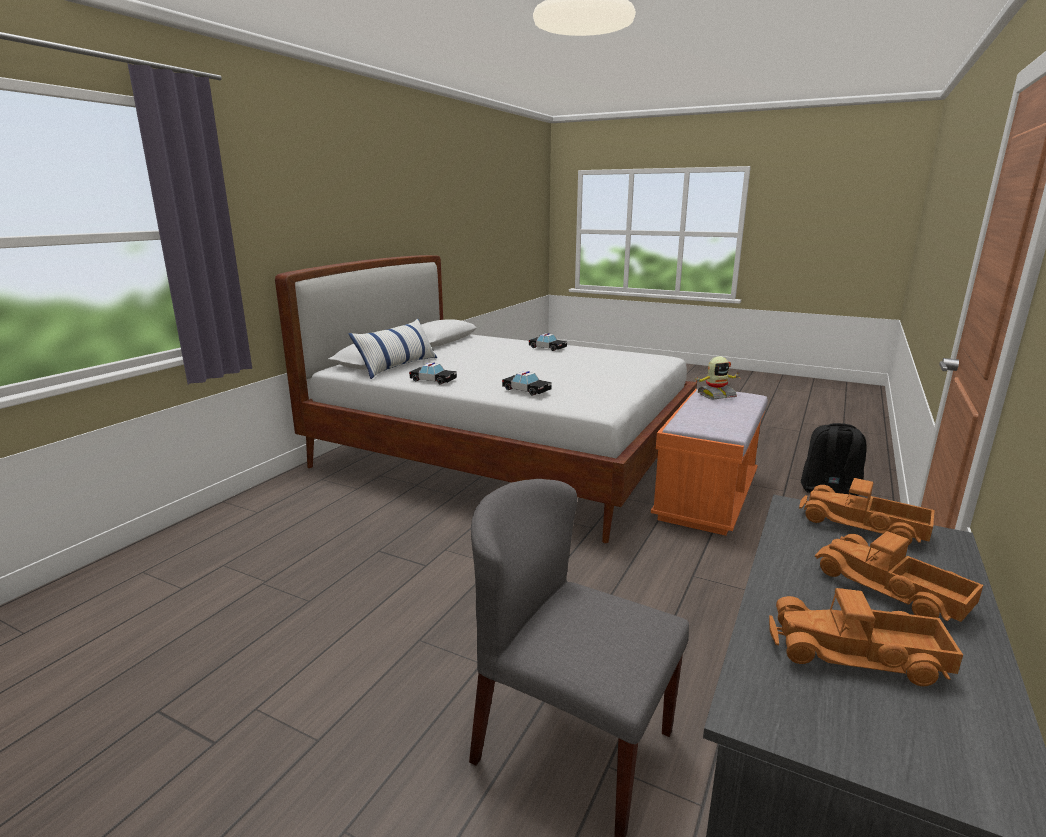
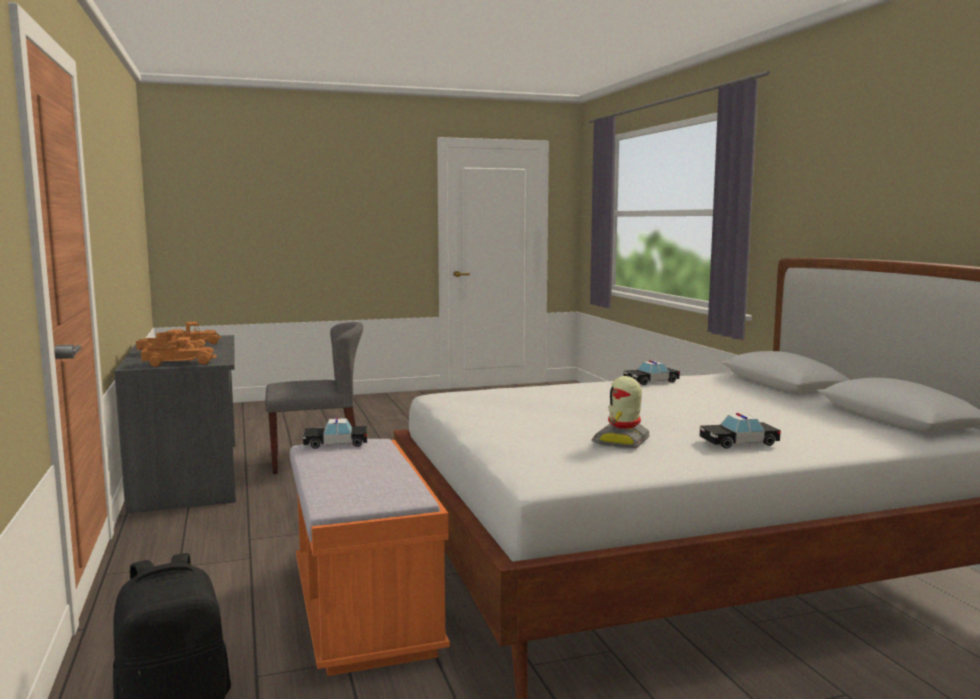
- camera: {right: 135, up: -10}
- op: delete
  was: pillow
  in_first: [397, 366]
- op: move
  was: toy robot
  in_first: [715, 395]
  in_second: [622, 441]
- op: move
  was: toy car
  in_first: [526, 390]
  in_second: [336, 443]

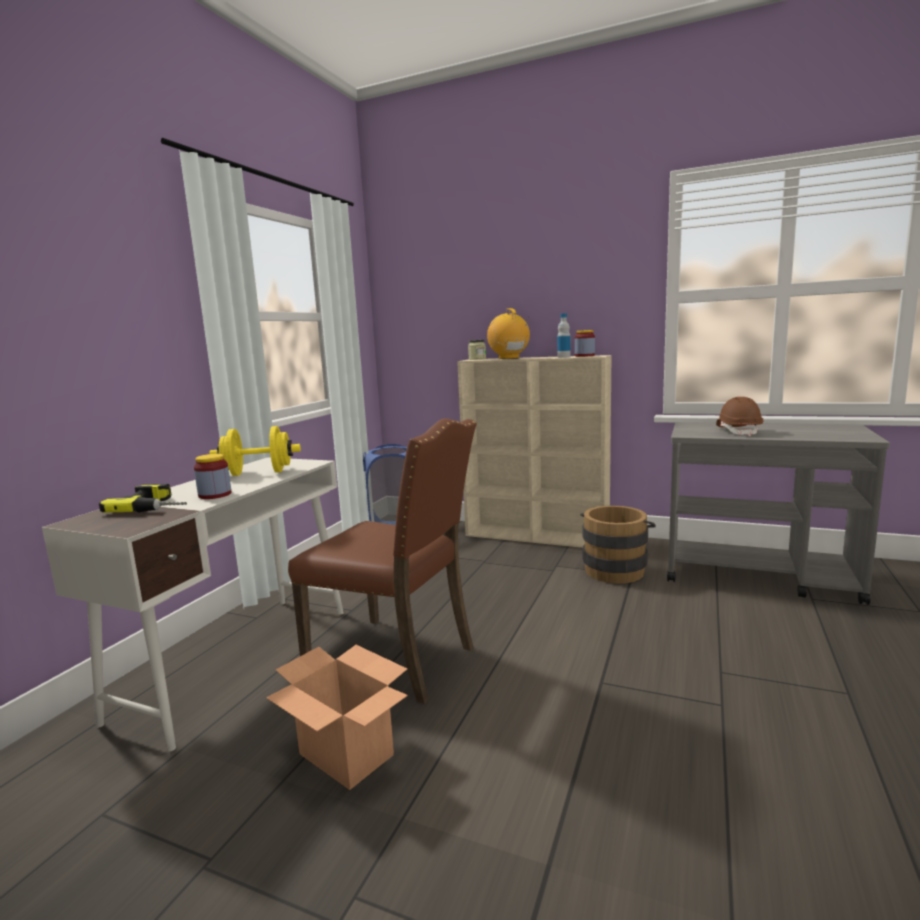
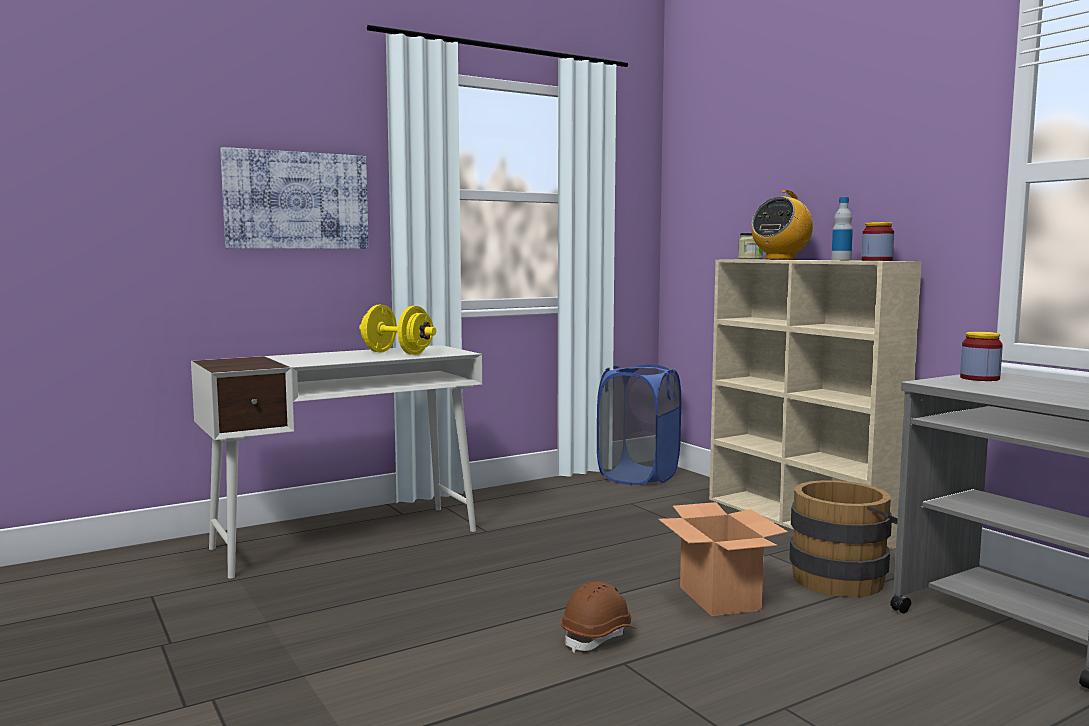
- camera: {right: 35, up: -5}
- op: rotate
  was: radio
  in_first: [509, 358]
  in_second: [780, 259]
  clockwise: -150
- op: move
  was: hard hat (brown)
  in_first: [738, 431]
  in_second: [599, 637]
- op: delete
  was: chair (brown)
  in_first: [396, 659]
- op: move
  was: jar
  in_first: [215, 495]
  in_second: [979, 378]
- op: delete
  was: power drill
  in_first: [158, 506]
- op: move
  was: cardboard box
  in_first: [347, 754]
  in_second: [720, 599]
- op: insert
  now: picture
  in_second: [296, 200]

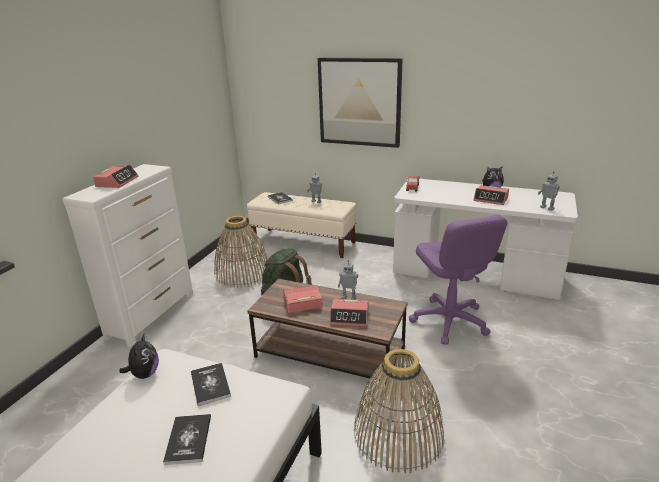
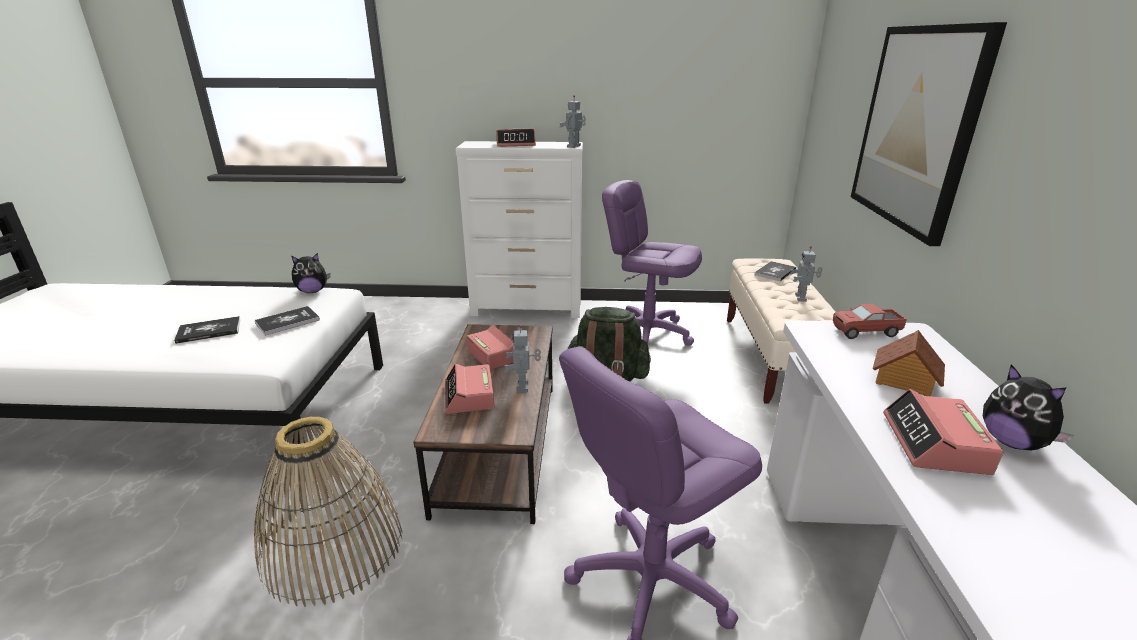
- camera: {right: 70, up: 0}
- op: move
  was: toy robot
  in_first: [547, 208]
  in_second: [574, 146]
- op: replace
  was: basket
  now: office chair (purple)
  in_first: [242, 273]
  in_second: [647, 334]
- op: insert
  now: toy house
  in_second: [903, 380]

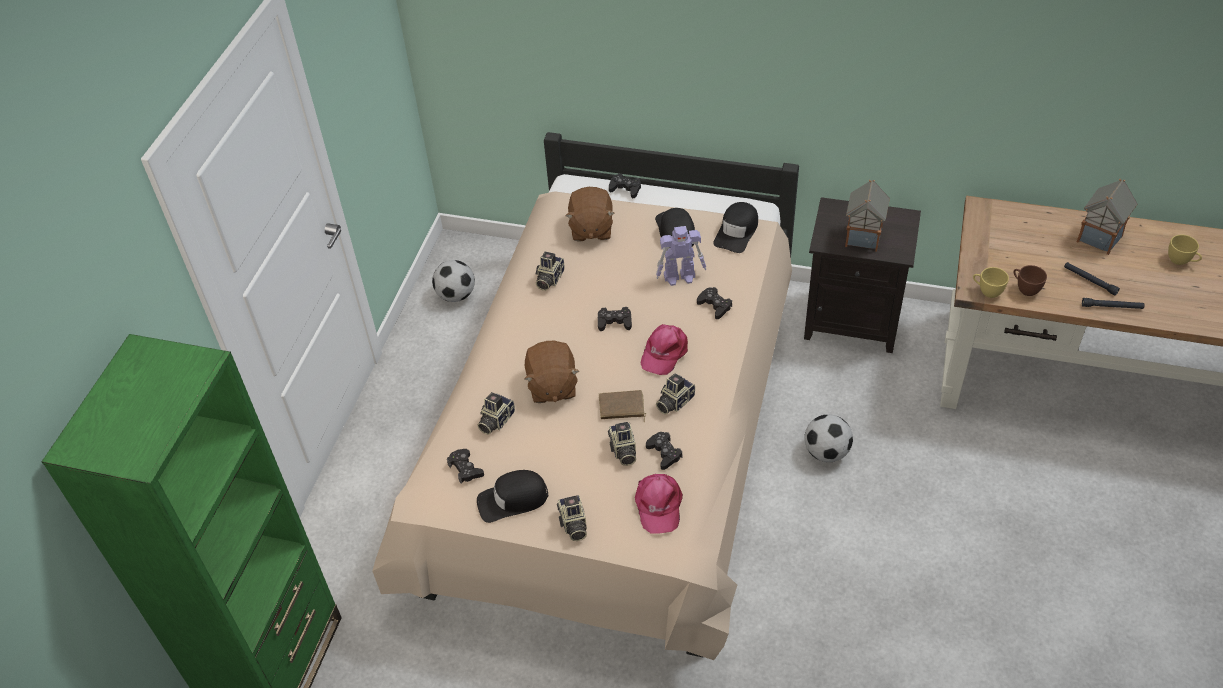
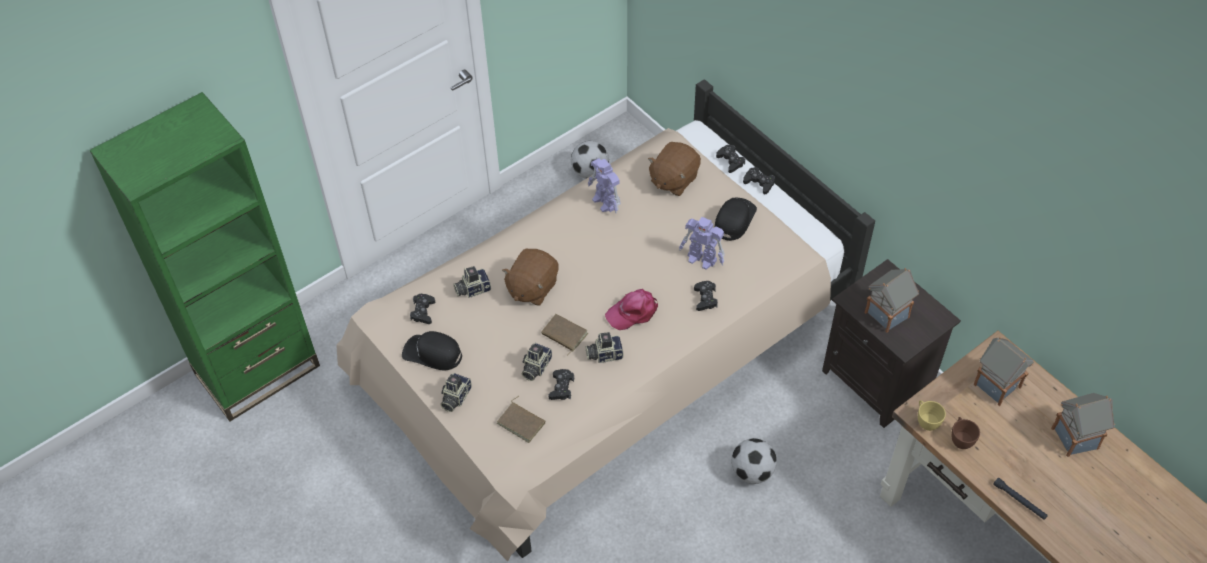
- camera: {right: 35, up: 5}
- op: delete
  was: cap (black)
  in_first: [737, 232]
- op: delete
  was: cup (yellow)
  in_first: [1181, 261]
- op: replace
  was: photo camera
  now: toy robot
  in_first: [548, 279]
  in_second: [605, 202]
- op: delete
  was: flashlight (black)
  in_first: [1090, 281]
- op: move
  was: game controller (black)
  in_first: [614, 322]
  in_second: [759, 183]
- op: replace
  was: cap (pink)
  now: book (brown)
  in_first: [658, 505]
  in_second: [522, 422]
- op: insert
  now: toy house
  in_second: [996, 385]

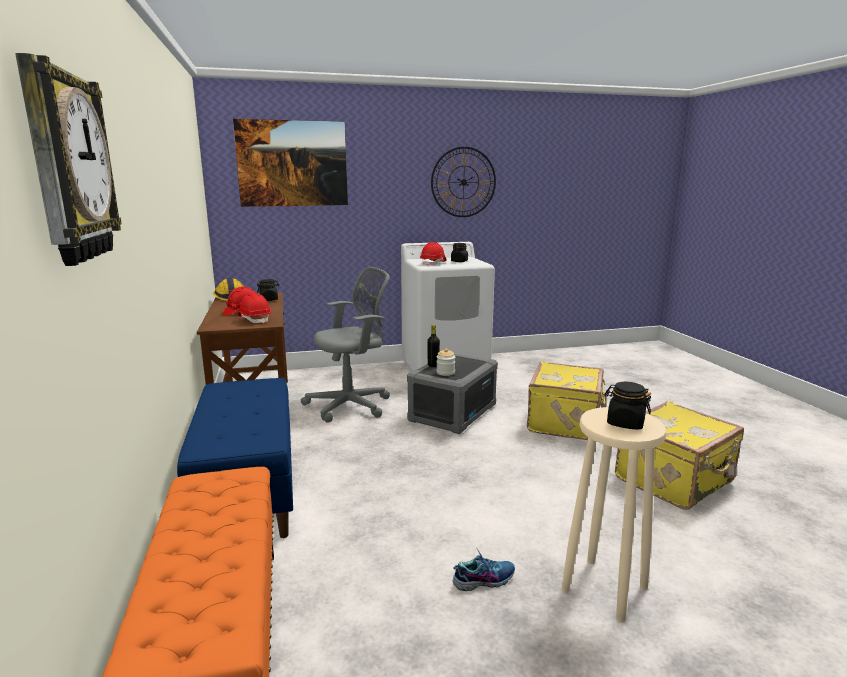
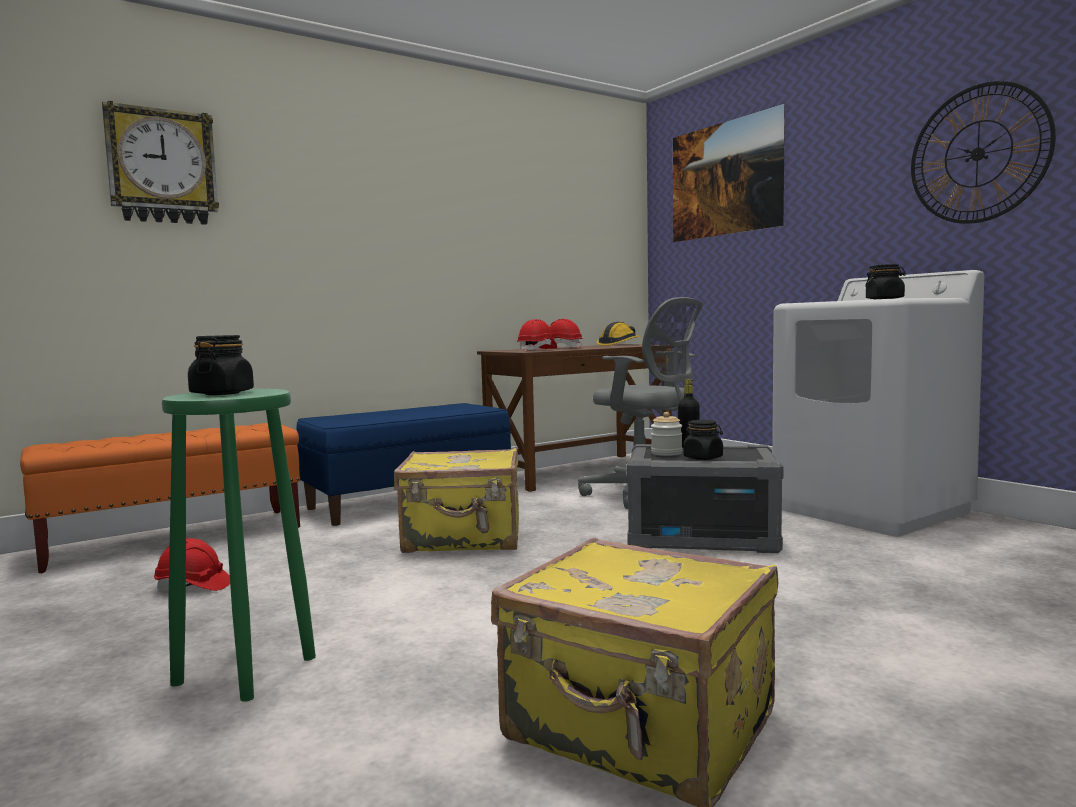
- camera: {right: 70, up: -10}
- op: move
  was: hard hat (red)
  in_first: [433, 263]
  in_second: [193, 586]
- op: move
  was: jar (black)
  in_first: [269, 299]
  in_second: [703, 458]
- op: move
  was: suitcase (yellow)
  in_first: [565, 422]
  in_second: [464, 539]
- op: recolor
  was: stool (beige)
  now: stool (green)
  in_first: [603, 588]
  in_second: [247, 669]
- op: delete
  was: shoe
  in_first: [483, 579]

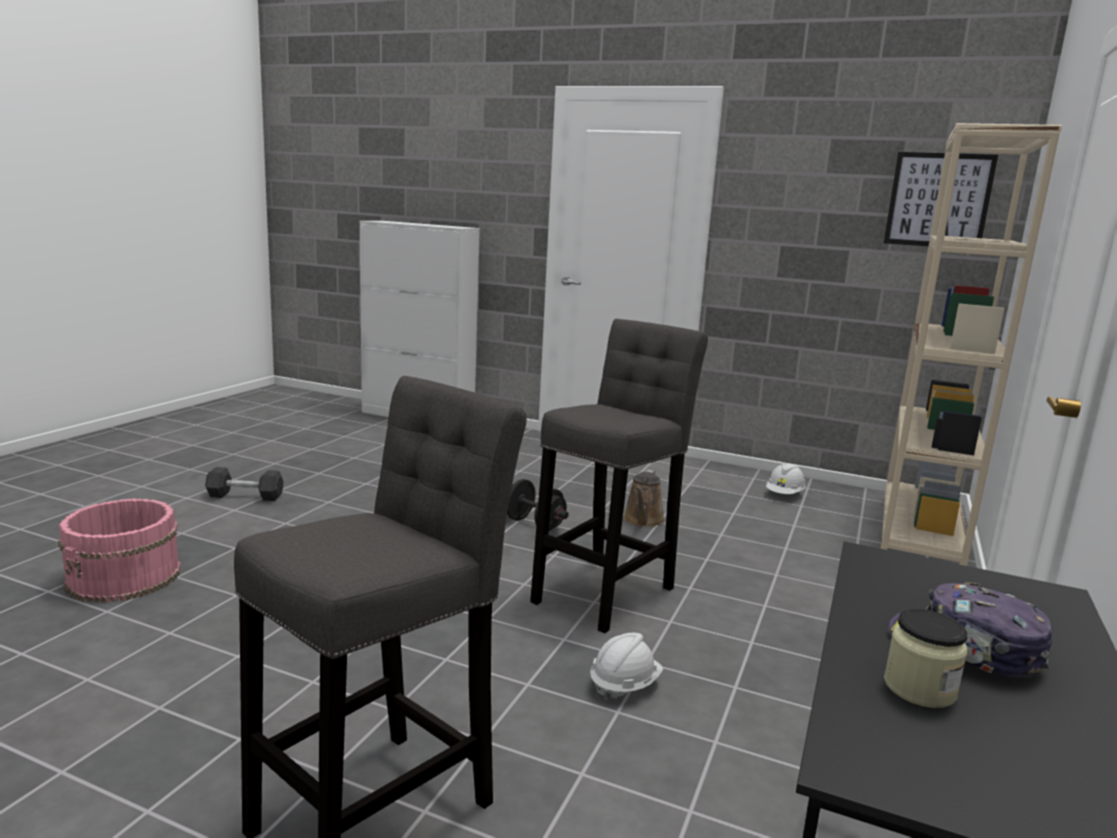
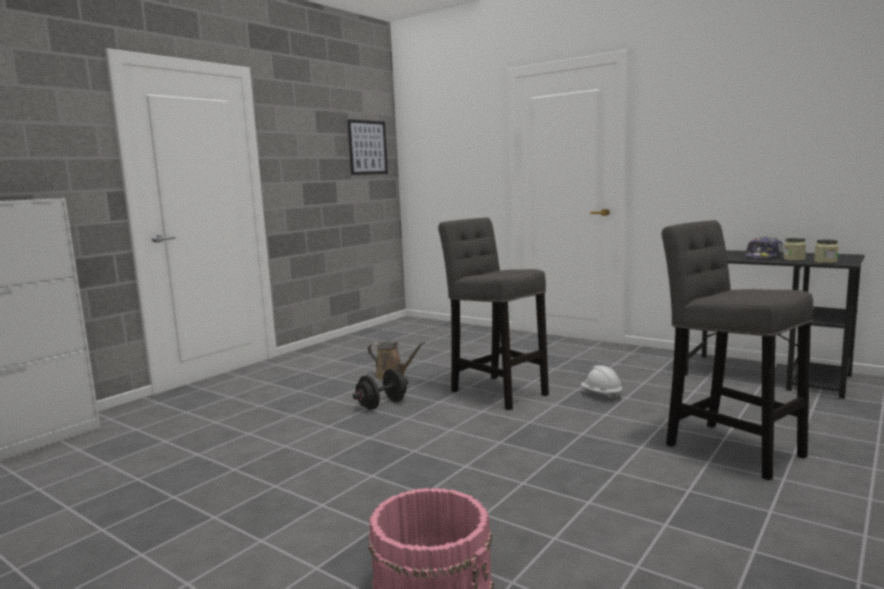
- camera: {right: -75, up: -5}
- op: delete
  was: bookcase (beige)
  in_first: [920, 532]
- op: delete
  was: hard hat (white)
  in_first: [784, 494]
- op: delete
  was: dumbbell (grey)
  in_first: [245, 496]
- op: insert
  now: jar
  in_second: [825, 261]

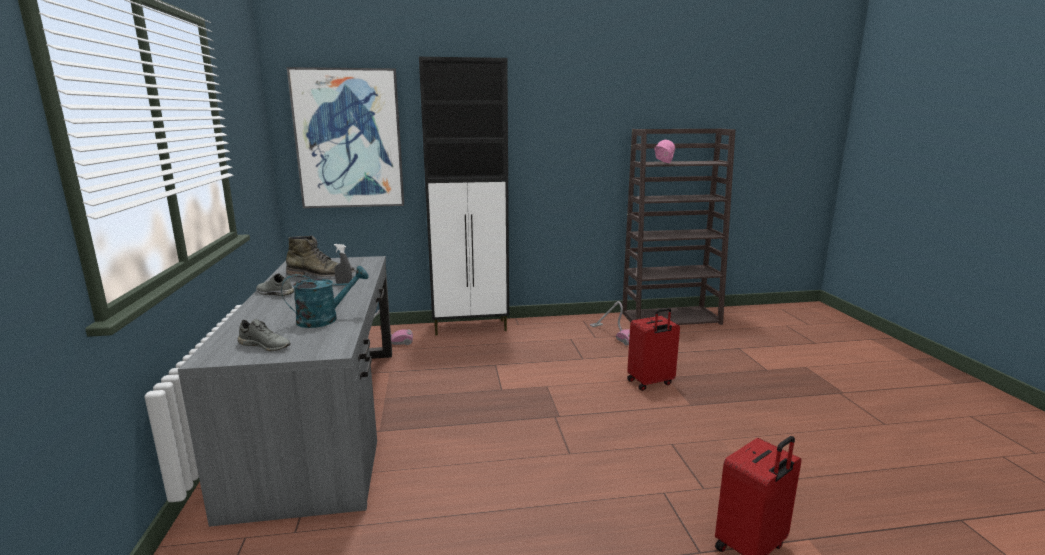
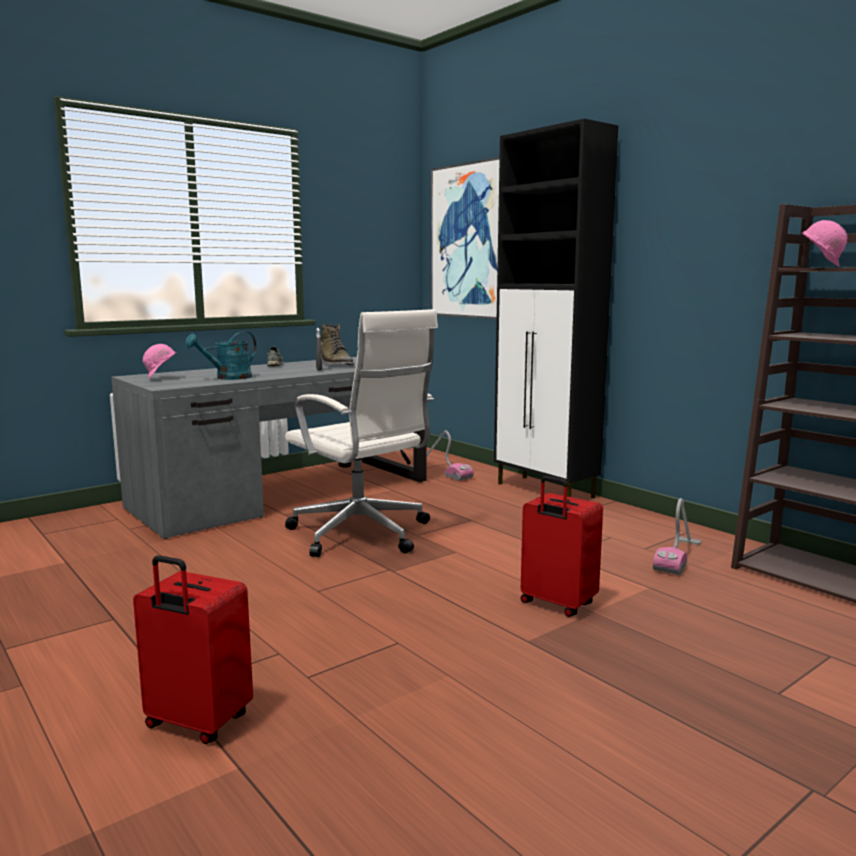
- camera: {right: 60, up: -5}
- op: rotate
  was: watering can (turquoise)
  in_first: [325, 319]
  in_second: [228, 378]
  clockwise: 105
- op: replace
  was: shoe (grey)
  now: hard hat (pink)
  in_first: [266, 346]
  in_second: [161, 379]
- op: insert
  now: office chair (white)
  in_second: [362, 535]

